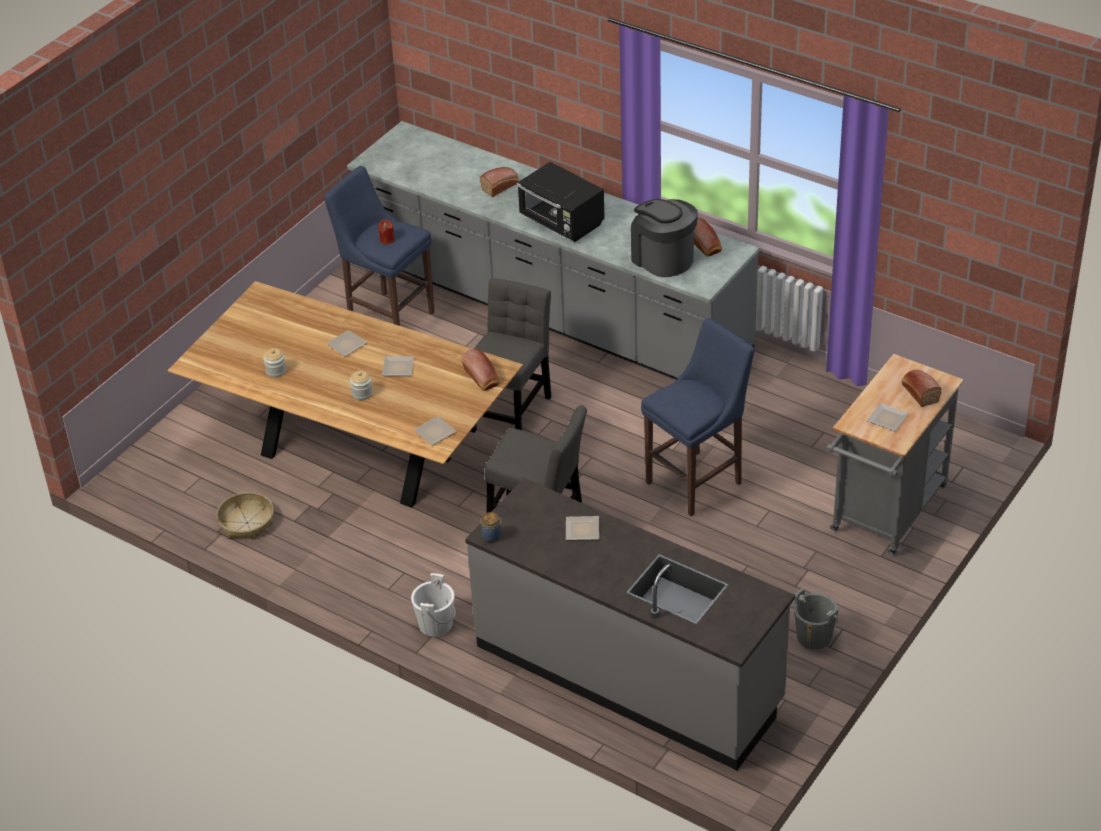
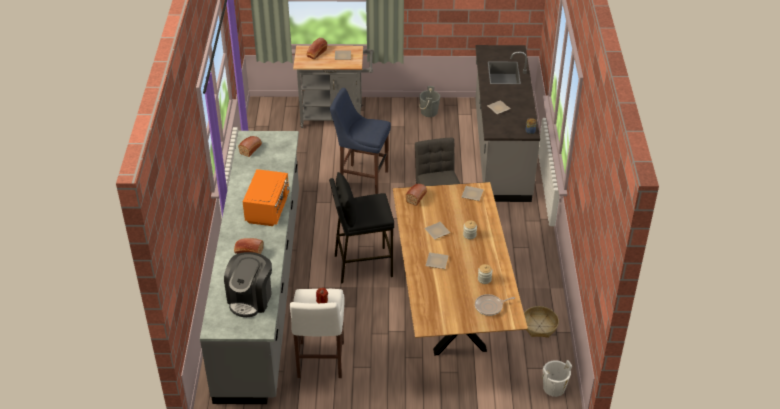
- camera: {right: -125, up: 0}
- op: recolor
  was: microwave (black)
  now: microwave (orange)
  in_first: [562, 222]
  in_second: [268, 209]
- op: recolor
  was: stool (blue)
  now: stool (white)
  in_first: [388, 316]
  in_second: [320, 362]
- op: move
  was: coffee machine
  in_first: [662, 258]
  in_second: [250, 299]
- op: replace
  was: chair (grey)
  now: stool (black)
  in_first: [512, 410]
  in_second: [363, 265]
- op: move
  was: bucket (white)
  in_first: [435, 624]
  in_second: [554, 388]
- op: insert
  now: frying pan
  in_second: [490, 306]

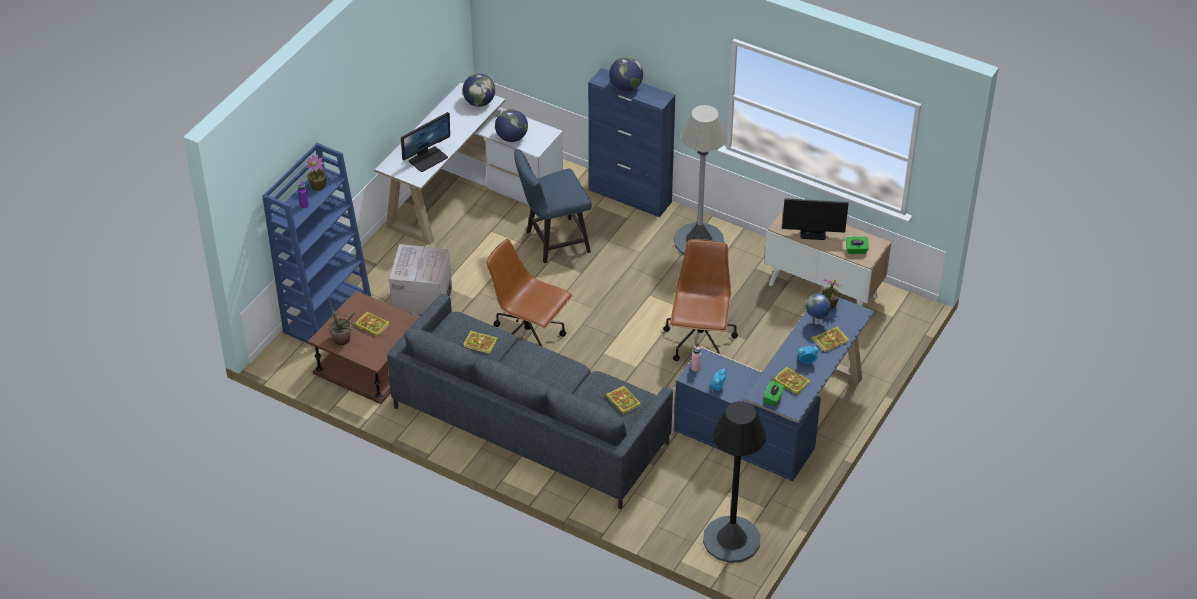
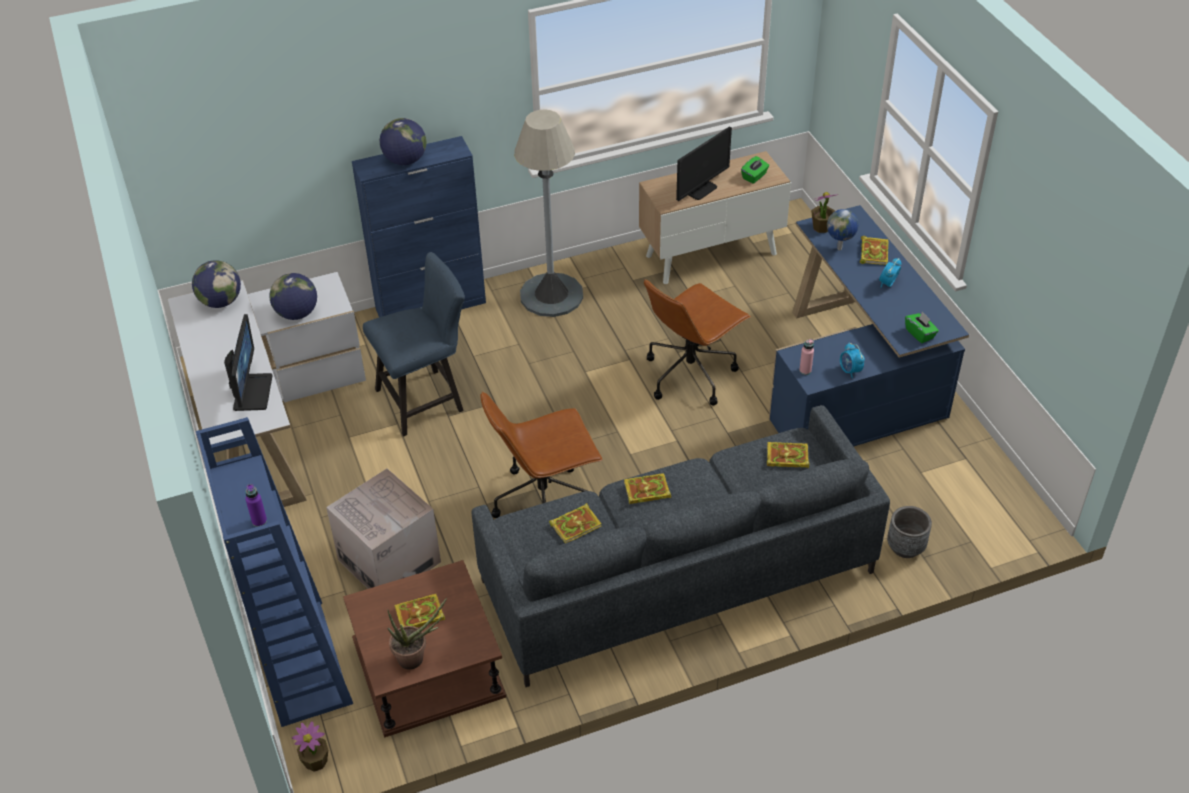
- camera: {right: -50, up: 0}
- op: rotate
  was: chair (blue)
  in_first: [553, 242]
  in_second: [426, 399]
  clockwise: -135
- op: move
  was: potted plant
  in_first: [318, 186]
  in_second: [316, 761]
- op: rotate
  was: office chair (brown)
  in_first: [700, 342]
  in_second: [690, 374]
  clockwise: -90
- op: move
  was: book
  in_first: [790, 382]
  in_second: [646, 491]
- op: delete
  was: floor lamp (black)
  in_first: [731, 539]
- op: insert
  now: planter (grey)
  in_second: [905, 547]

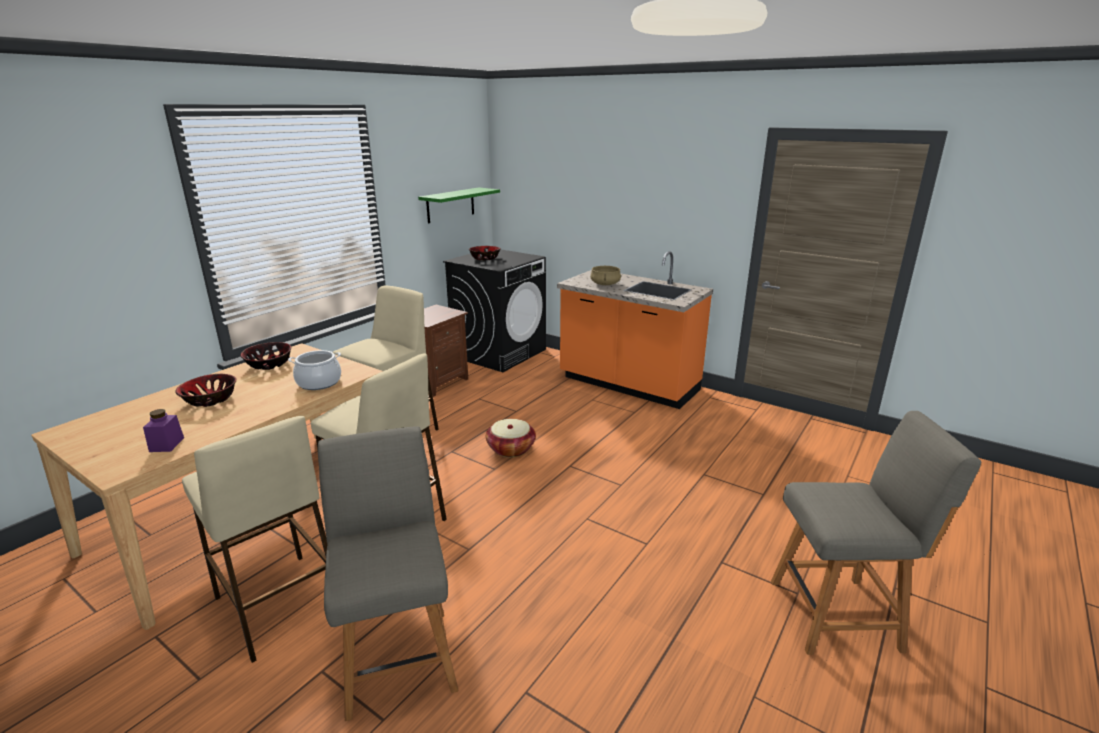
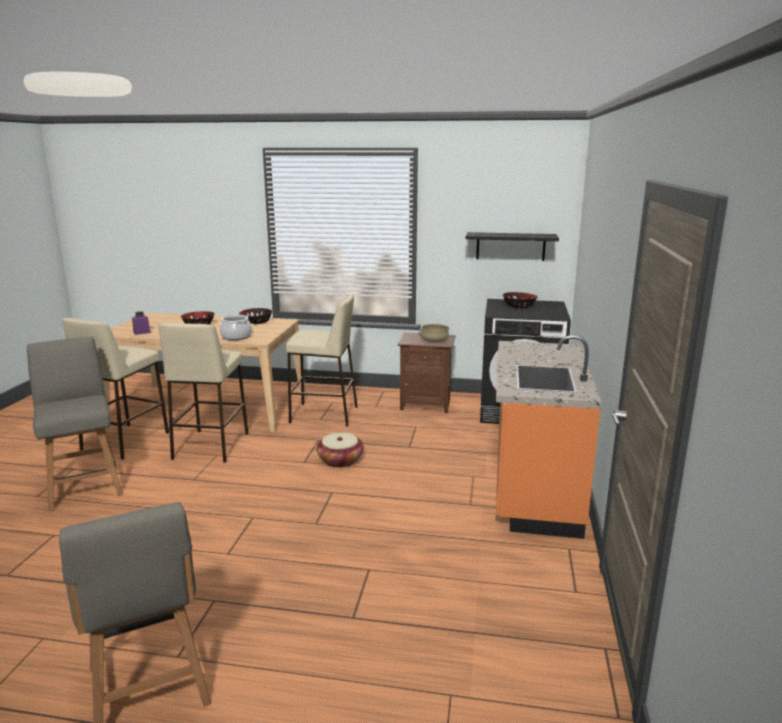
- camera: {right: 65, up: -5}
- op: recolor
  was: shelf (green)
  now: shelf (black)
  in_first: [450, 205]
  in_second: [510, 246]
- op: move
  was: cooking pot (beige)
  in_first: [605, 284]
  in_second: [434, 341]
- op: rotate
  was: chair (grey)
  in_first: [398, 657]
  in_second: [84, 486]
  clockwise: -75

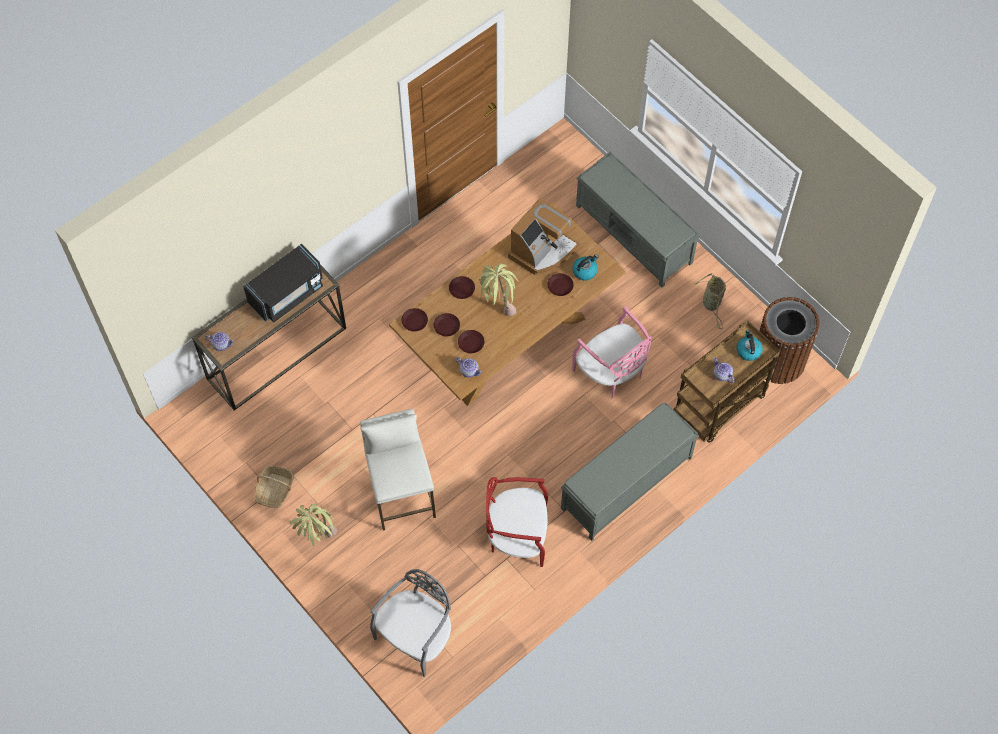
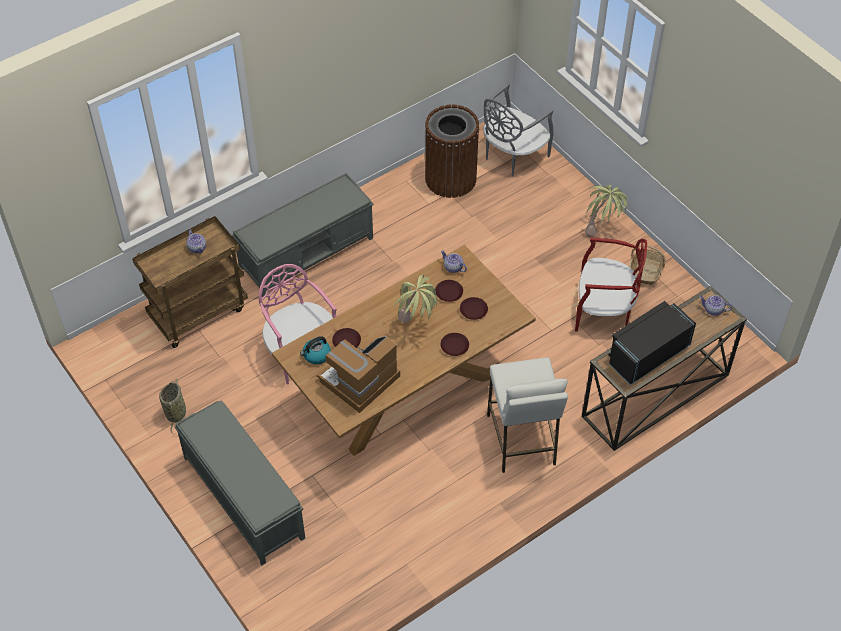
- camera: {right: -175, up: -10}
- op: move
  was: trash can (brown)
  in_first: [778, 360]
  in_second: [450, 178]
- op: delete
  was: plate (brown)
  in_first: [414, 321]
- op: delete
  was: kettle
  in_first: [748, 350]
- op: move
  was: stool (white)
  in_first: [401, 494]
  in_second: [522, 440]
- op: move
  was: chair (red)
  in_first: [517, 535]
  in_second: [603, 310]

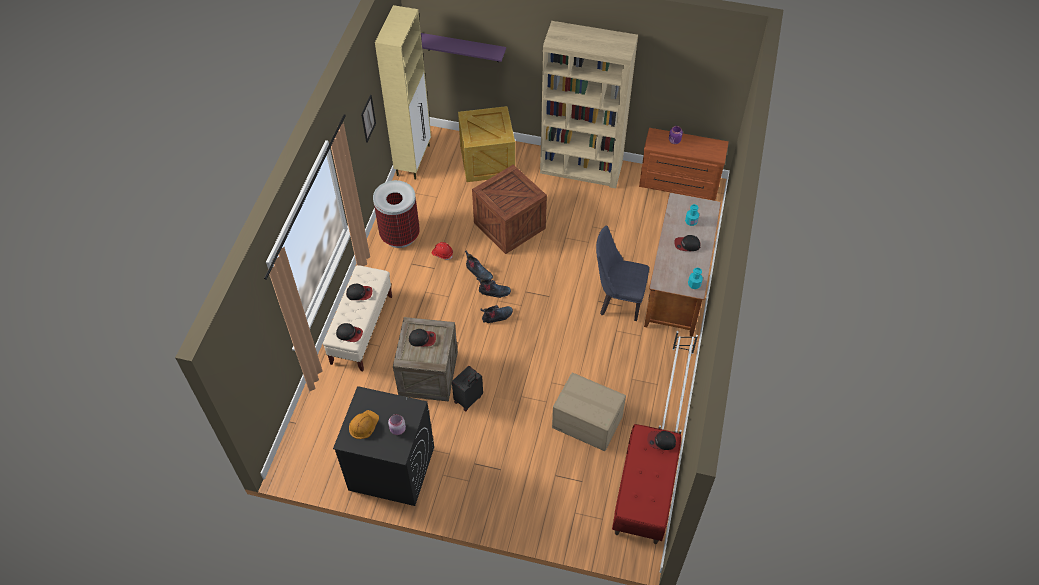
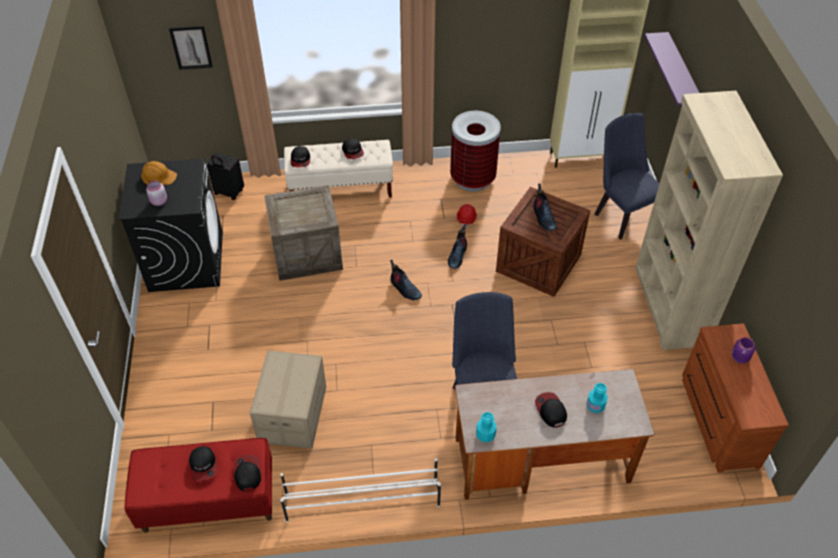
- camera: {right: 70, up: -5}
- op: move
  was: picture
  in_first: [368, 118]
  in_second: [191, 47]
- op: replace
  was: crate
  now: chair (blue)
  in_first: [486, 160]
  in_second: [620, 215]
- op: move
  was: boot
  in_first: [494, 292]
  in_second: [543, 217]
- op: move
  was: cap
  in_first: [422, 339]
  in_second: [203, 465]
- op: move
  was: suitcase (black)
  in_first: [468, 399]
  in_second: [228, 193]

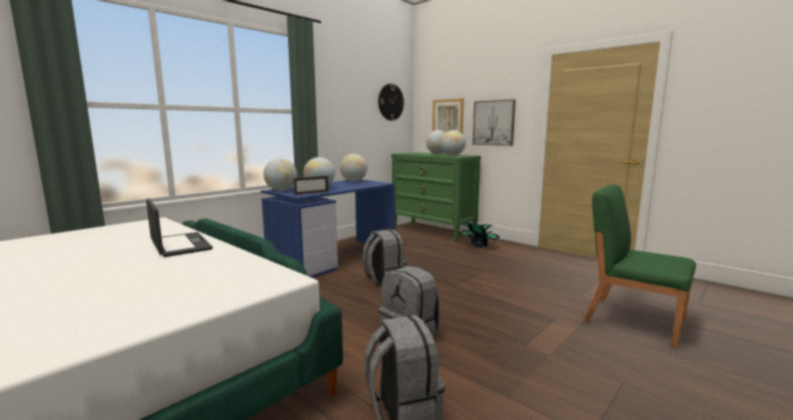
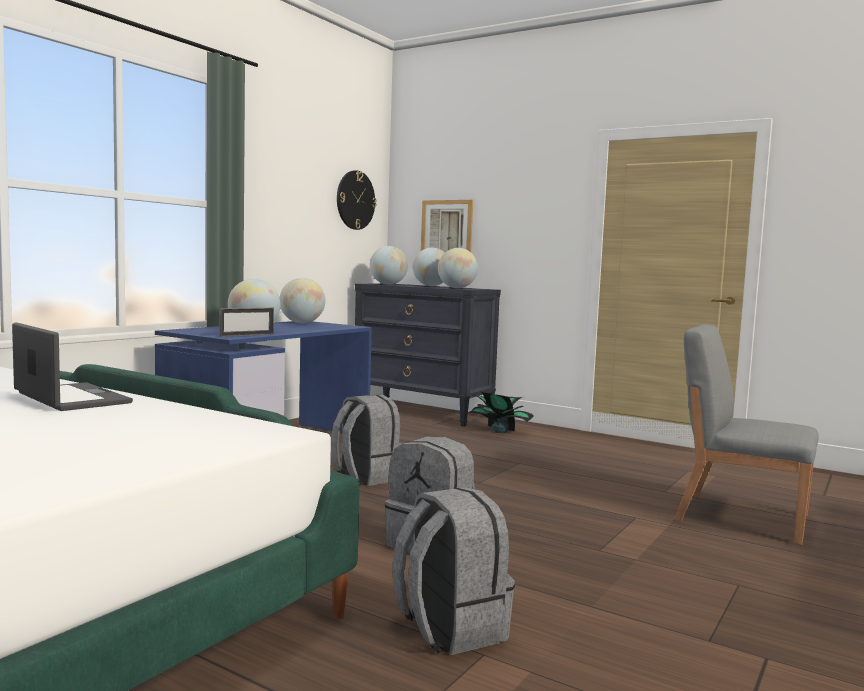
- camera: {right: -10, up: -5}
- op: delete
  was: picture
  in_first: [493, 123]
- op: recolor
  was: dresser (green)
  now: dresser (black)
  in_first: [433, 231]
  in_second: [423, 412]
- op: move
  was: globe
  in_first: [281, 190]
  in_second: [388, 284]
- op: recolor
  was: chair (green)
  now: chair (grey)
  in_first: [632, 319]
  in_second: [740, 516]

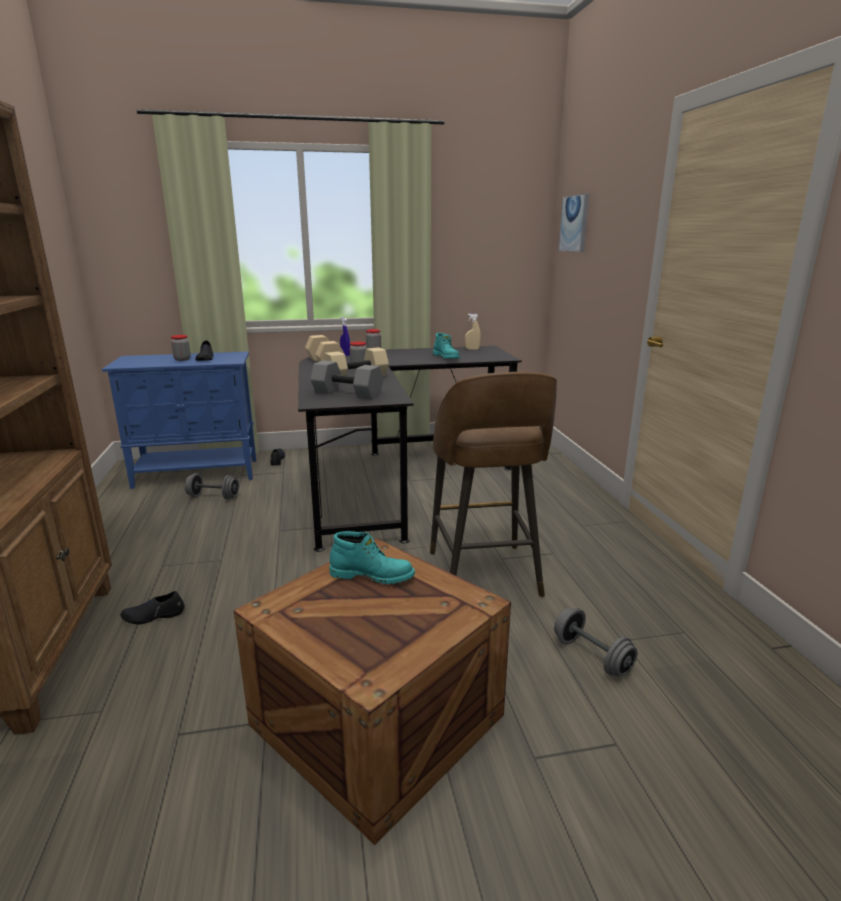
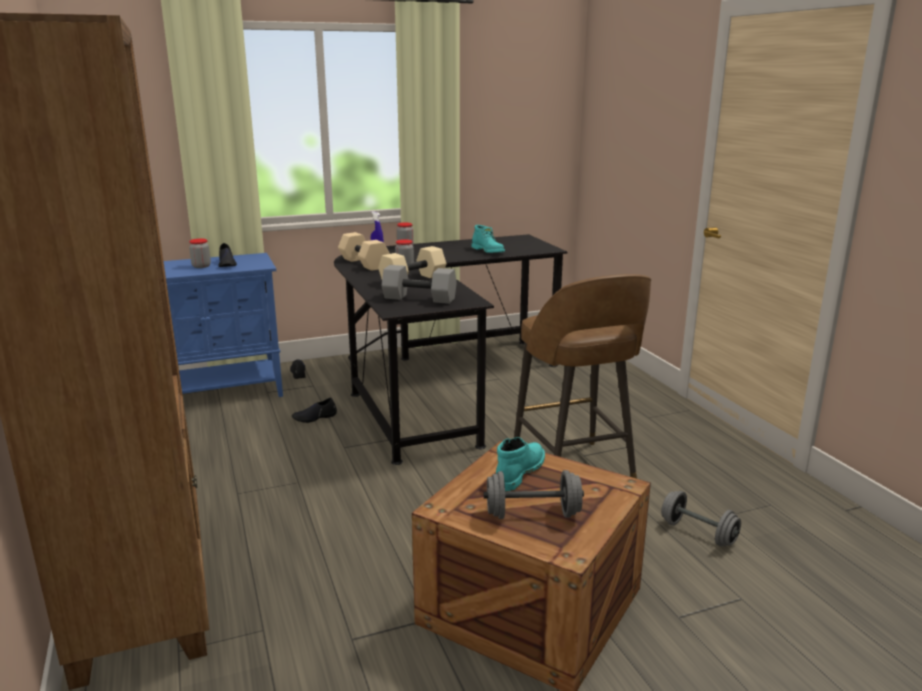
- camera: {right: -10, up: 0}
- op: delete
  was: picture
  in_first: [574, 223]
- op: delete
  was: spray bottle (beige)
  in_first: [472, 349]
- op: move
  was: dumbbell (grey)
  in_first: [213, 497]
  in_second: [532, 514]
- op: rotate
  was: boot (turquoise)
  in_first: [372, 575]
  in_second: [518, 472]
  clockwise: -60
- op: move
  was: shoe (black)
  in_first: [153, 615]
  in_second: [314, 417]

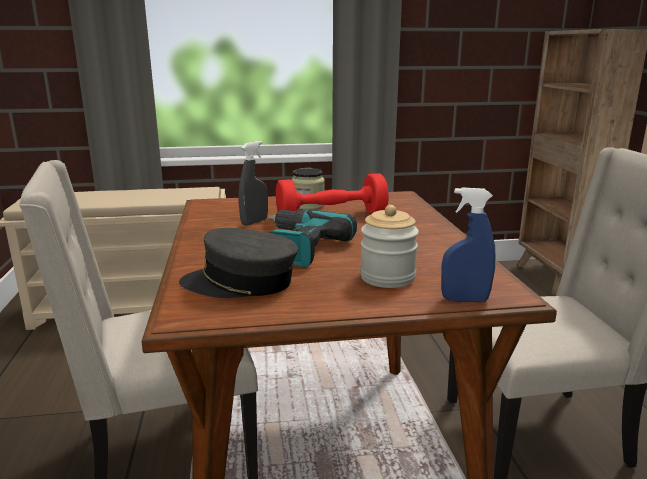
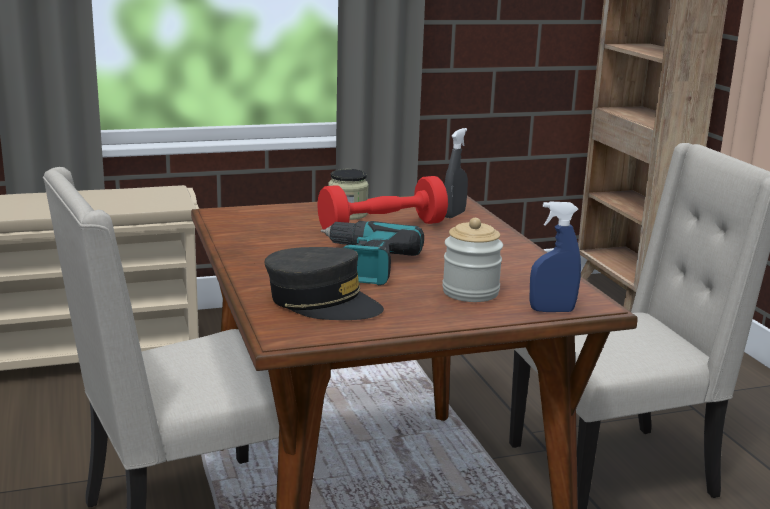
- camera: {right: -10, up: 0}
- op: move
  was: spray bottle (grey)
  in_first: [254, 222]
  in_second: [454, 214]
- op: rotate
  was: cap (grey)
  in_first: [240, 283]
  in_second: [322, 302]
  clockwise: -150

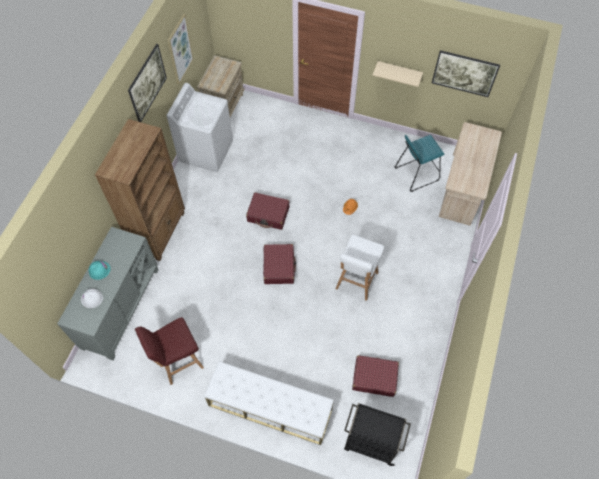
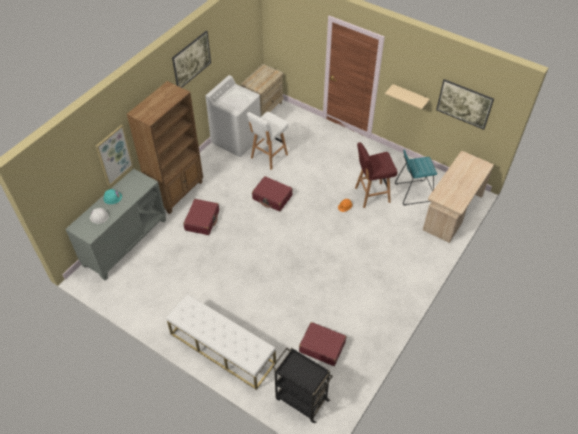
- camera: {right: 15, up: -10}
- op: move
  was: picture
  in_first: [179, 49]
  in_second: [114, 155]
- op: move
  was: stool (white)
  in_first: [356, 281]
  in_second: [268, 156]
- op: move
  was: suitcase (red)
  in_first: [279, 267]
  in_second: [202, 220]
- op: move
  was: stool (red)
  in_first: [178, 361]
  in_second: [371, 195]

